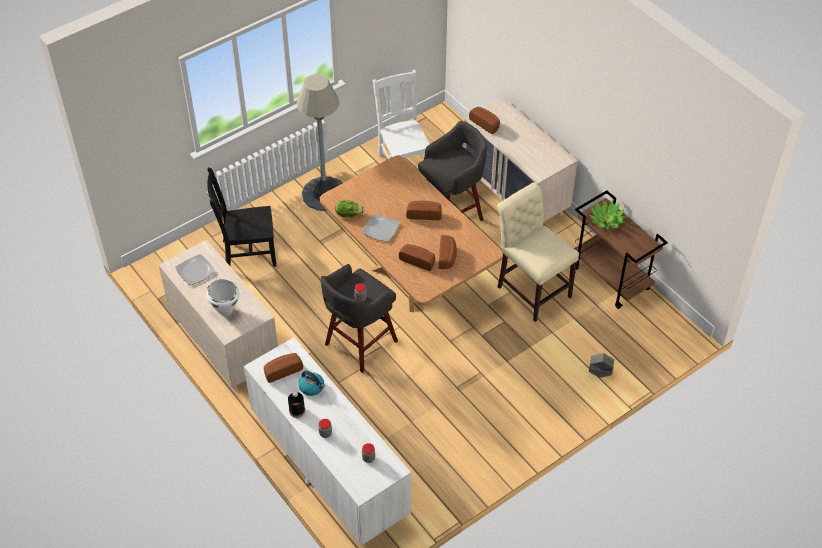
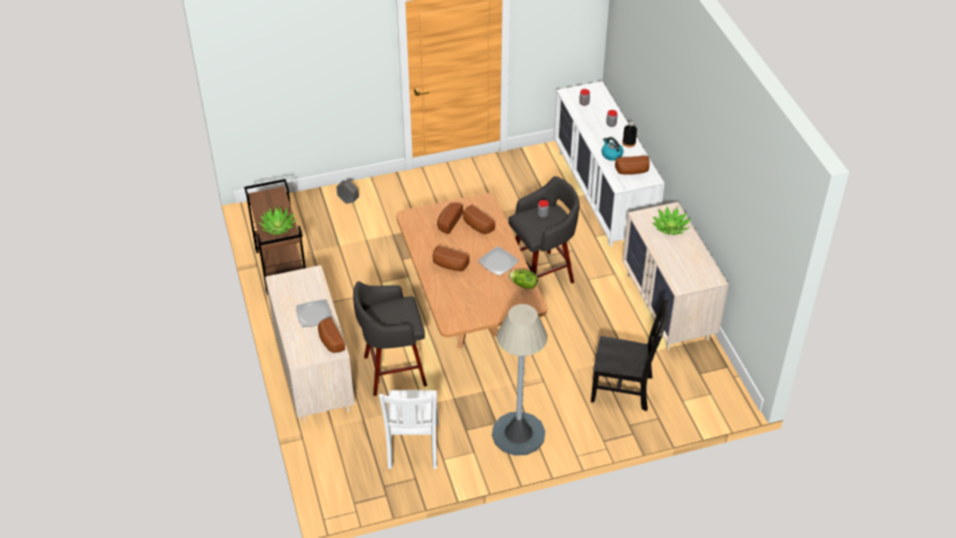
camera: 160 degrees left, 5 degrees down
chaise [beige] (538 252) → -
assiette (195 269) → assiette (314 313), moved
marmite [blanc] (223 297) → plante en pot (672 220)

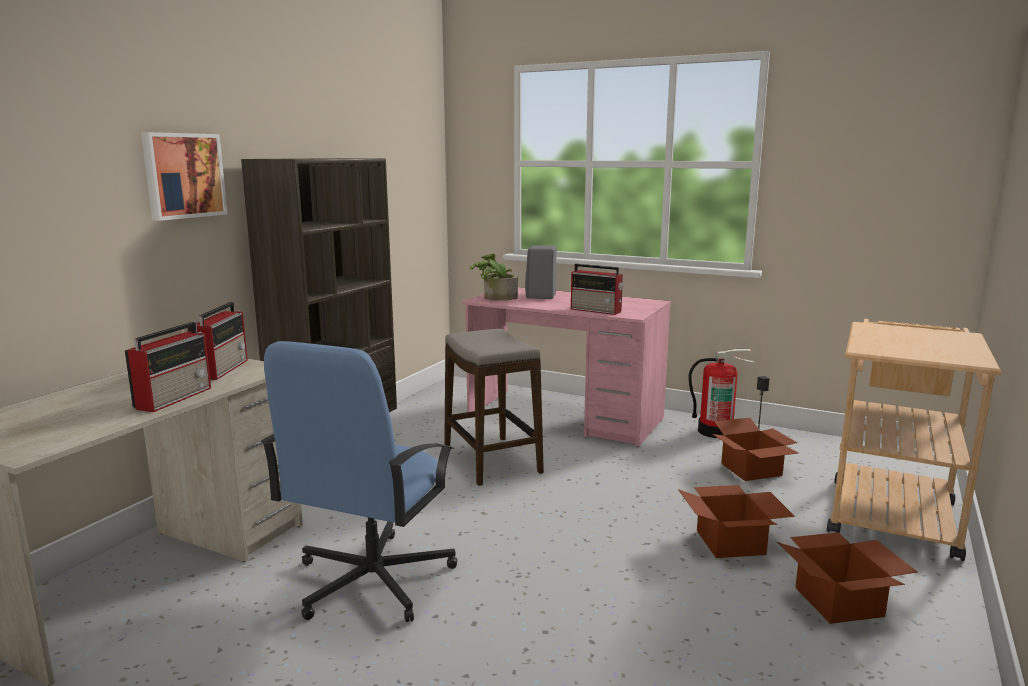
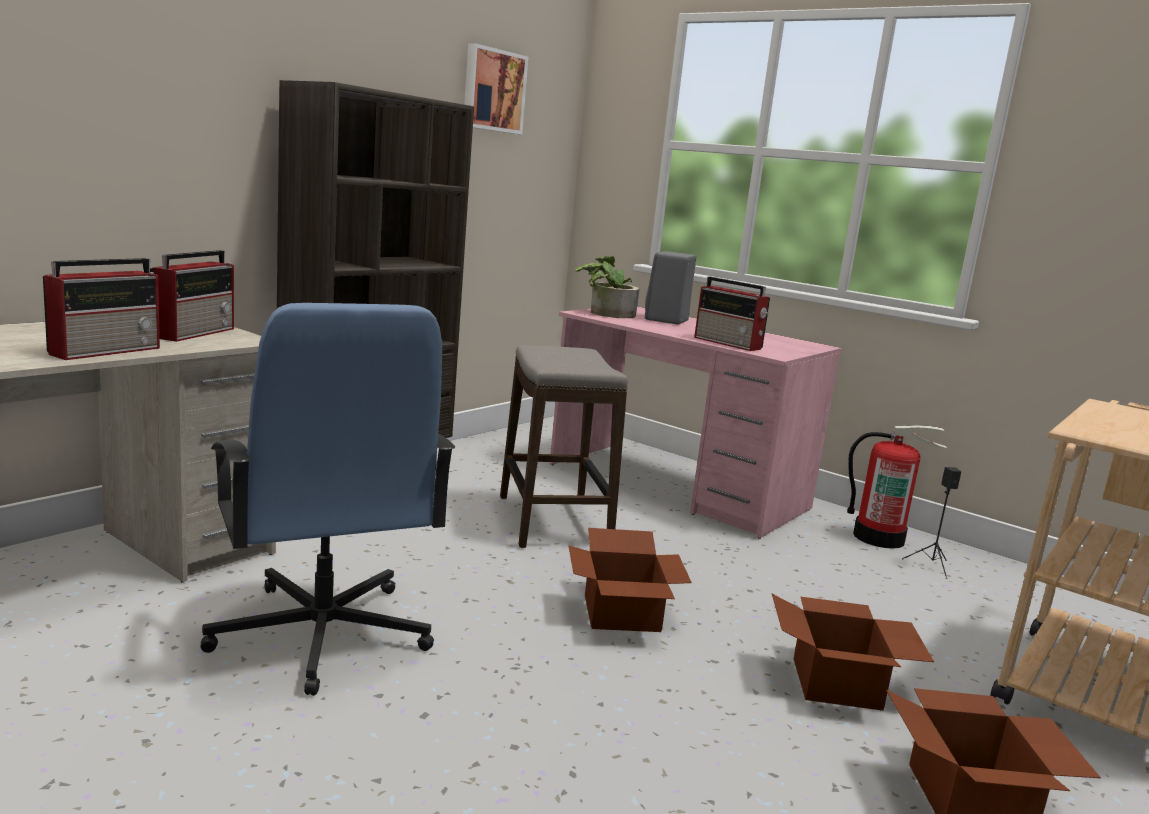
camera: 10 degrees right, 0 degrees up
tableau (184 176) → tableau (496 88), moved
chaise de bureau [bleu] (359 481) → chaise de bureau [bleu] (327 499), 60 degrees counterclockwise
carton (755 449) → carton (630 580), moved

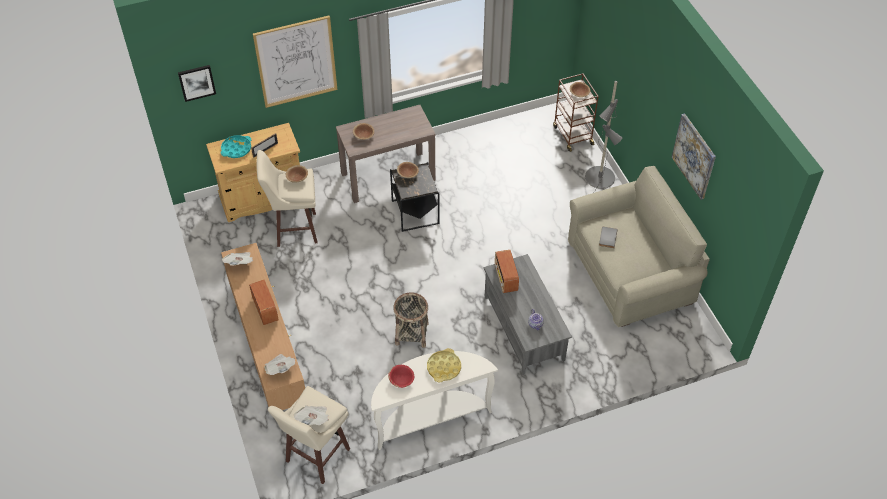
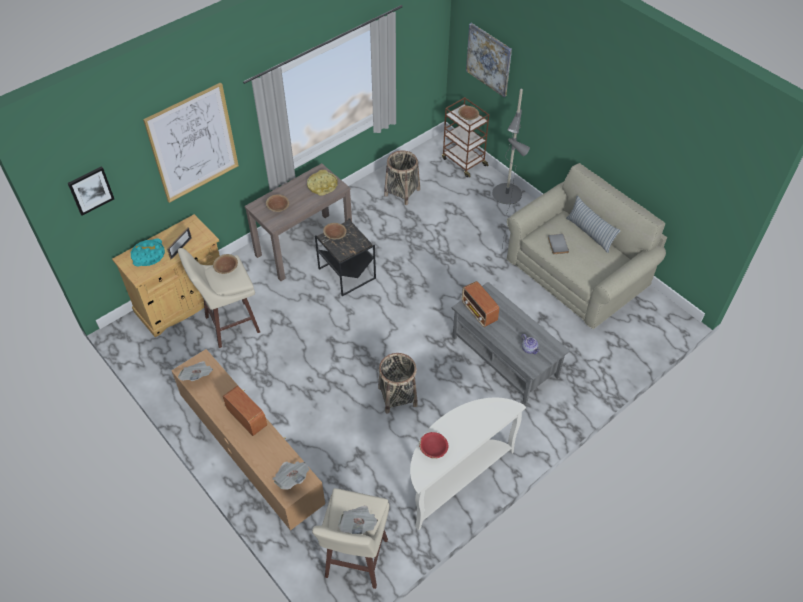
camera: 20 degrees left, 0 degrees up
tableau (694 156) → tableau (489 60), moved
plateau [jaune] (444 365) → plateau [jaune] (322 183), moved
- → panier (402 177)
- → coussin (593 224)

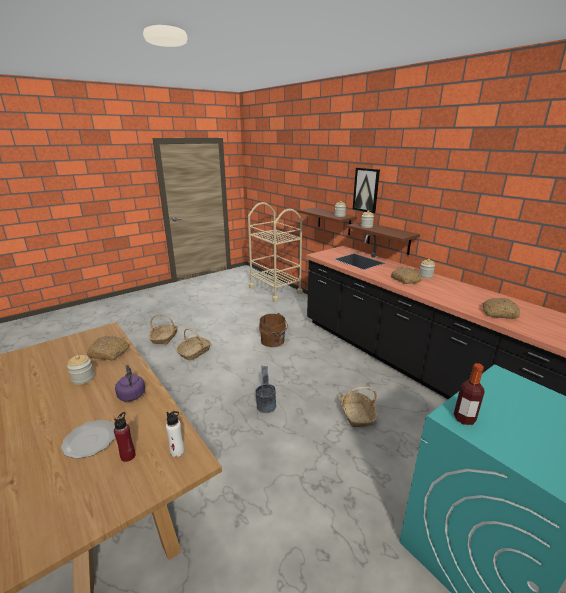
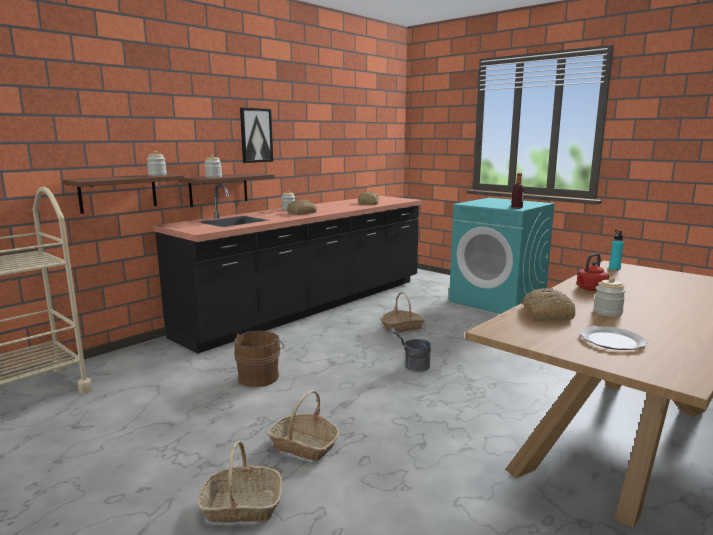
camera: 100 degrees left, 10 degrees down
tableau (366 190) → tableau (256 135), moved
bouilloire [violet] (130 383) → bouilloire [rouge] (593 272)
bouteille [blanc] (175 434) → bouteille [turquoise] (616 250)
bouteille [rouge] (124 437) → -
assiette (88 439) → assiette (613 338), moved

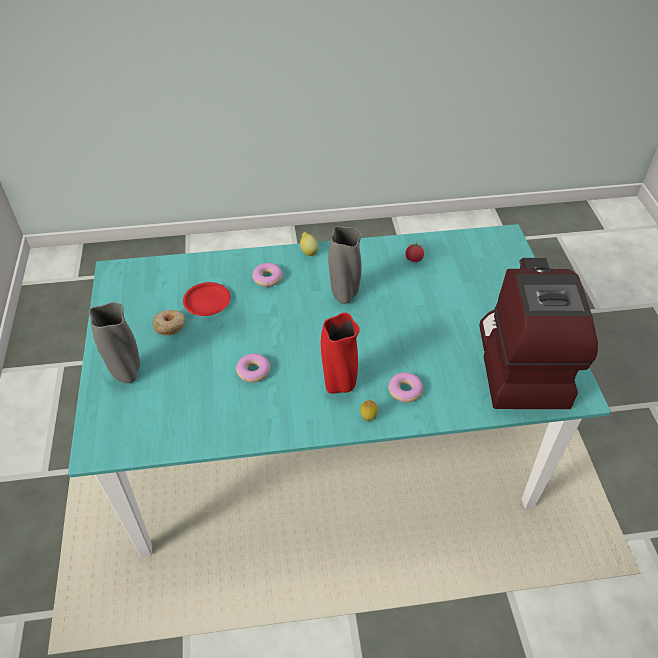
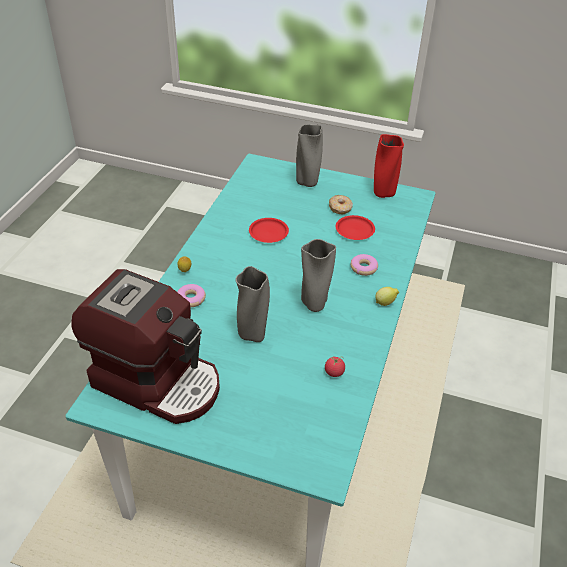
camera: 115 degrees right, 5 degrees down
vase [rouge] (340 353) → vase [rouge] (389 166), moved
beignet (253 368) → assiette [rouge] (269 230)
- → vase [gris] (252 304)

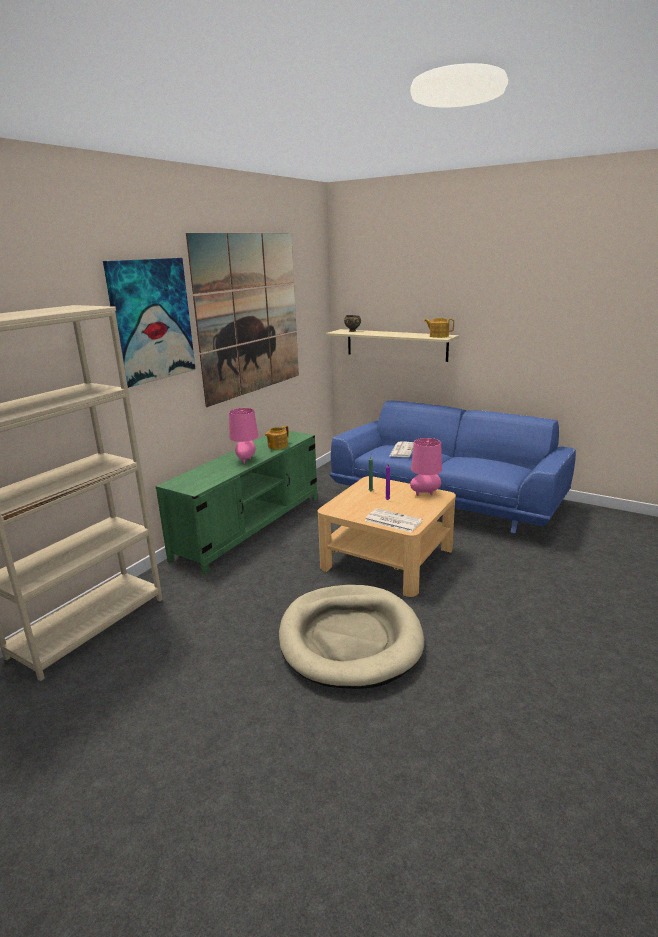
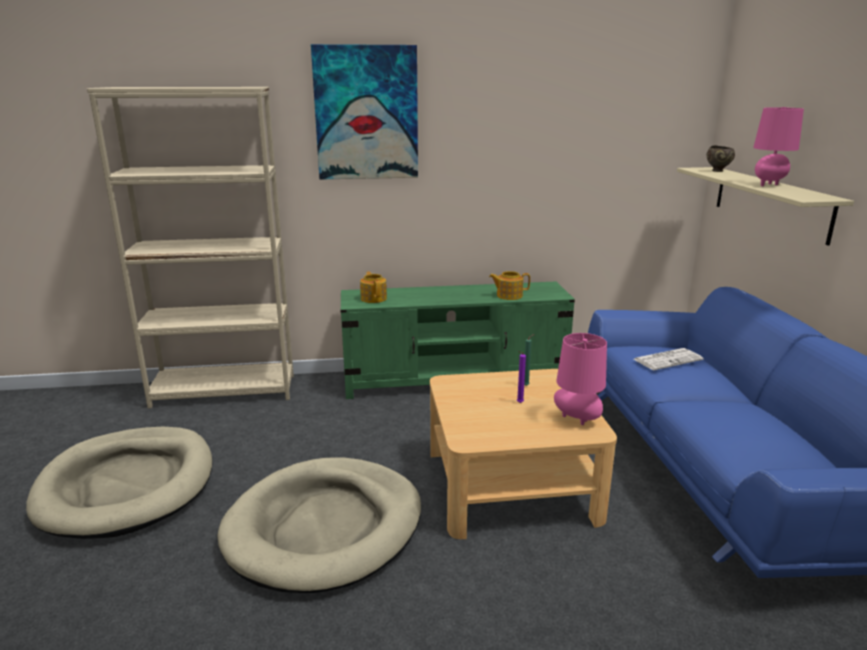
camera: 50 degrees right, 0 degrees up
tableau (242 320) → -
théière (439 328) → théière (373 287), moved
lampe de table [rose] (243 436) → lampe de table [rose] (778 146), moved
journal (393 520) → -
- → panier pour chien [beige] (119 483)

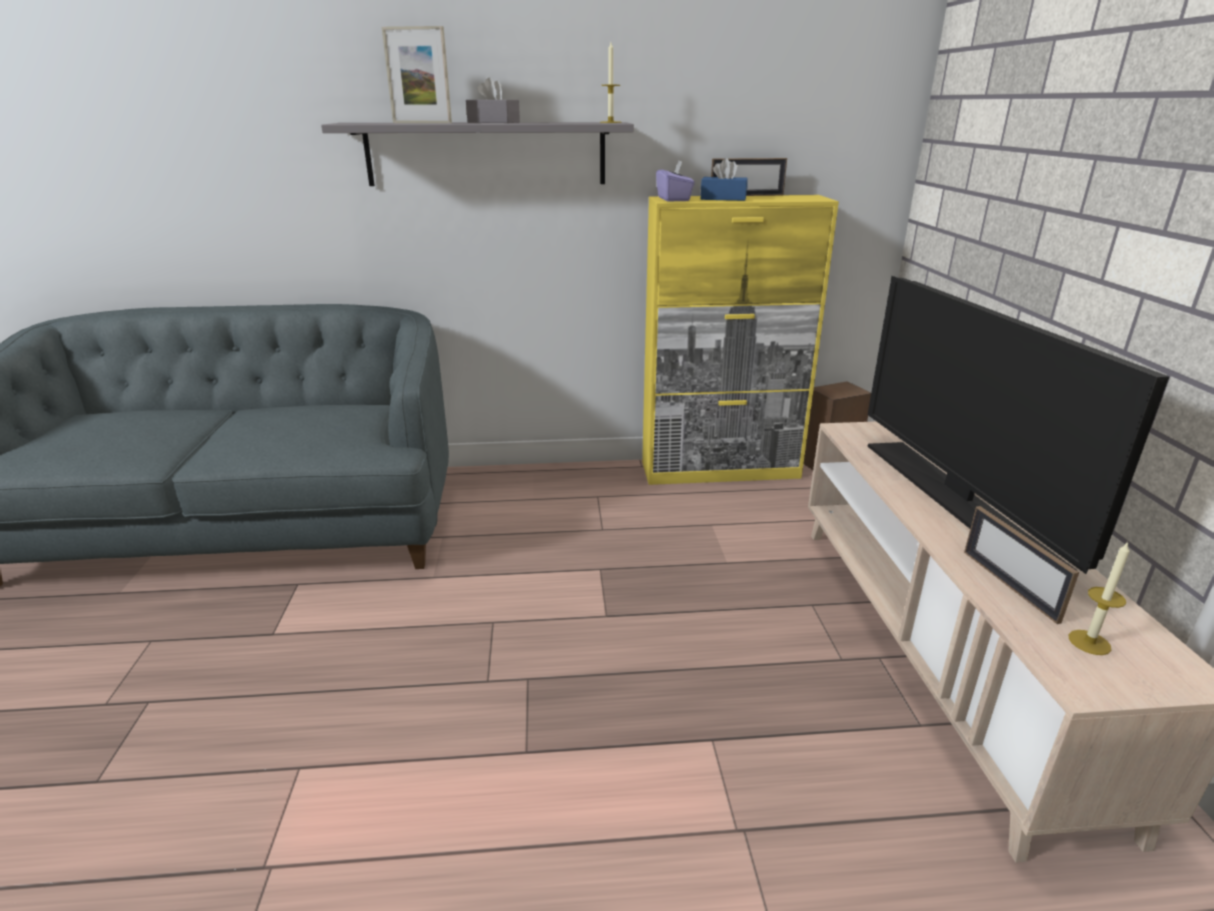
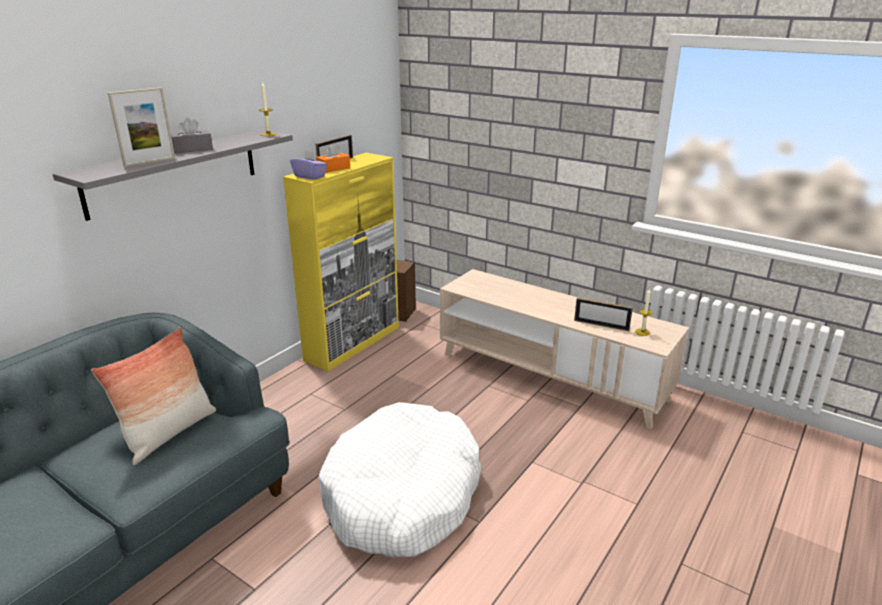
camera: 50 degrees left, 0 degrees up
boîte à mouchoirs [bleu] (724 179) → boîte à mouchoirs [orange] (333 158)
téléviseur (1018 425) → -
- → coussin (153 396)
- → panier pour chien [blanc] (400 479)

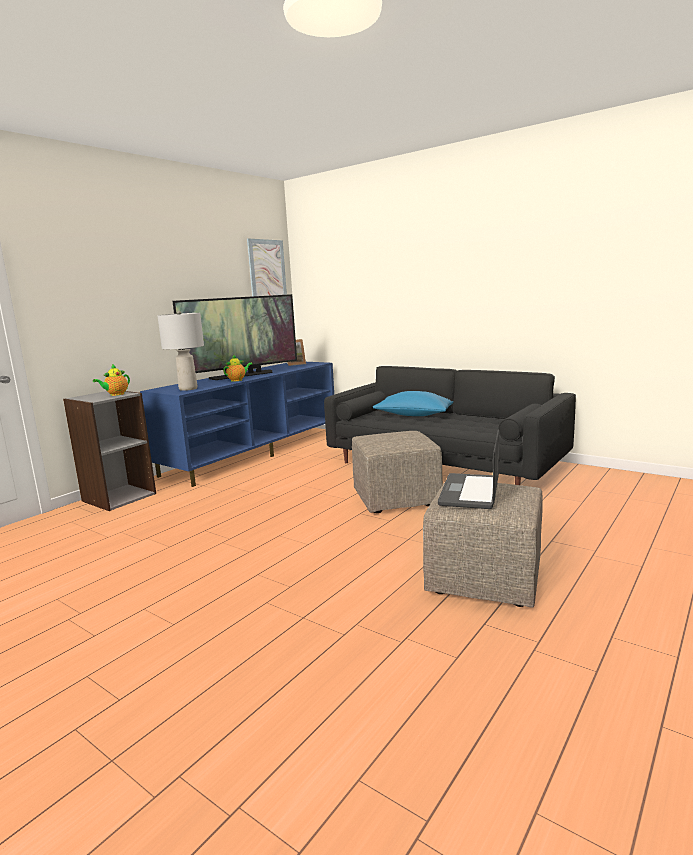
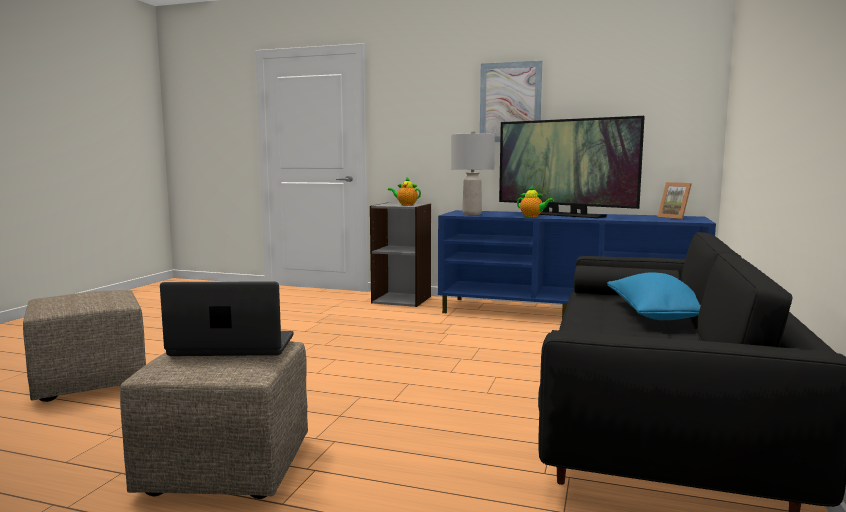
camera: 70 degrees right, 5 degrees down
tableau (267 267) → tableau (511 101), moved
pouf [beige] (397 472) → pouf [beige] (84 346), moved

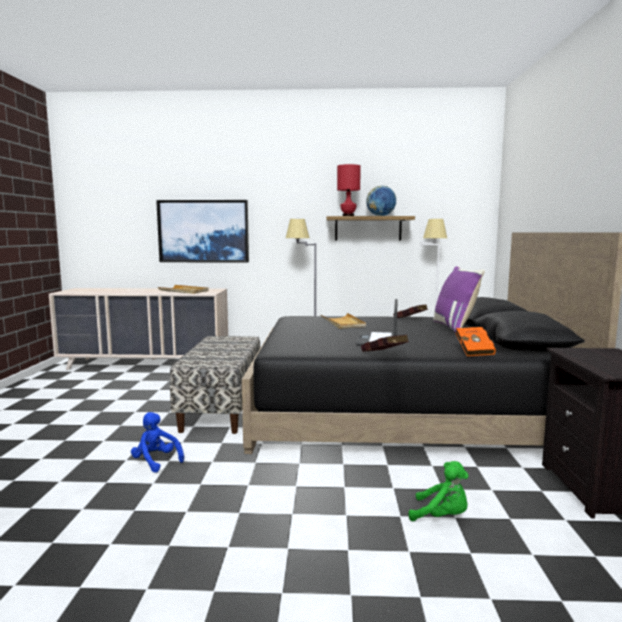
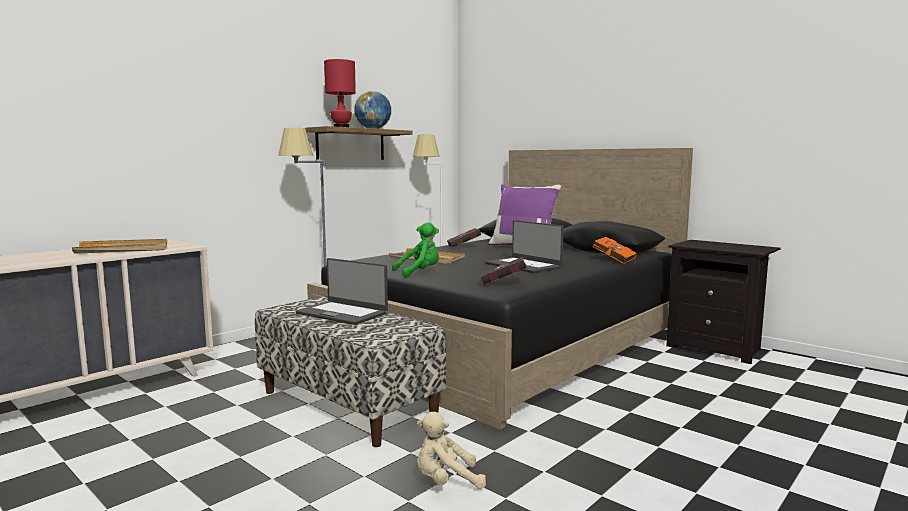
camera: 50 degrees left, 0 degrees up
tableau (202 231) → -
livre [rouge] (385 343) → livre [rouge] (507 271), moved
peluche [bleu] (157 442) → peluche [beige] (451 450)
peluche [vert] (439 491) → peluche [vert] (415 250), moved
- → ordinateur portable (342 291)

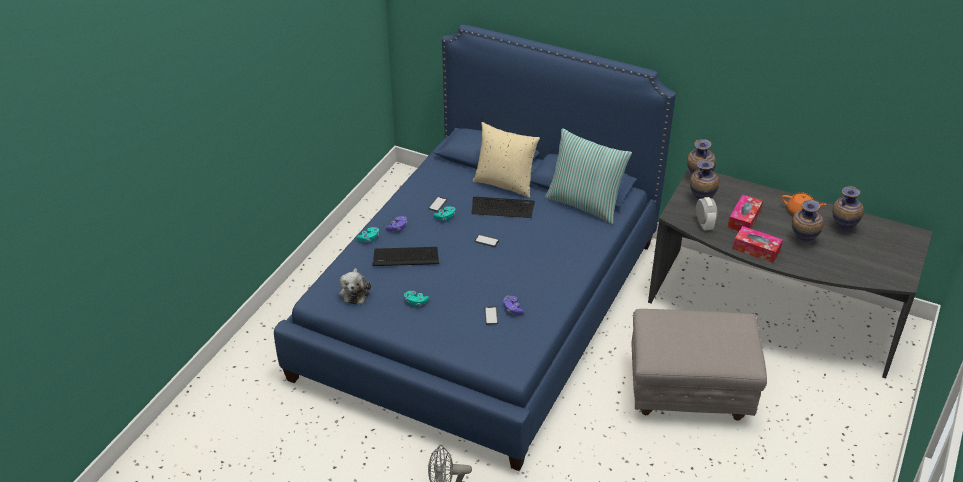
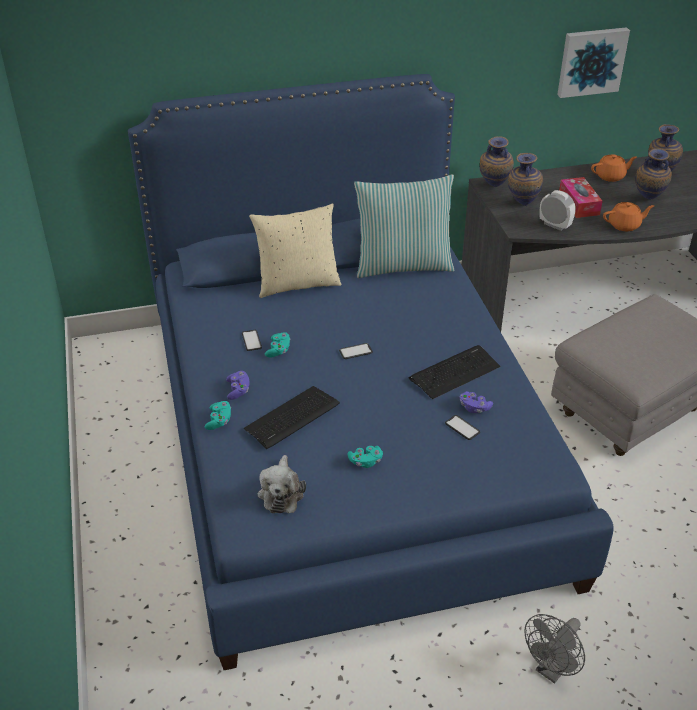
camera: 40 degrees left, 0 degrees up
clavier (503 207) → clavier (454 372), moved
boîte à mouchoirs (758 244) → théière [orange] (628 216)
peluche (355 286) → peluche (282 484), 45 degrees clockwise
- → tableau (593 62)

